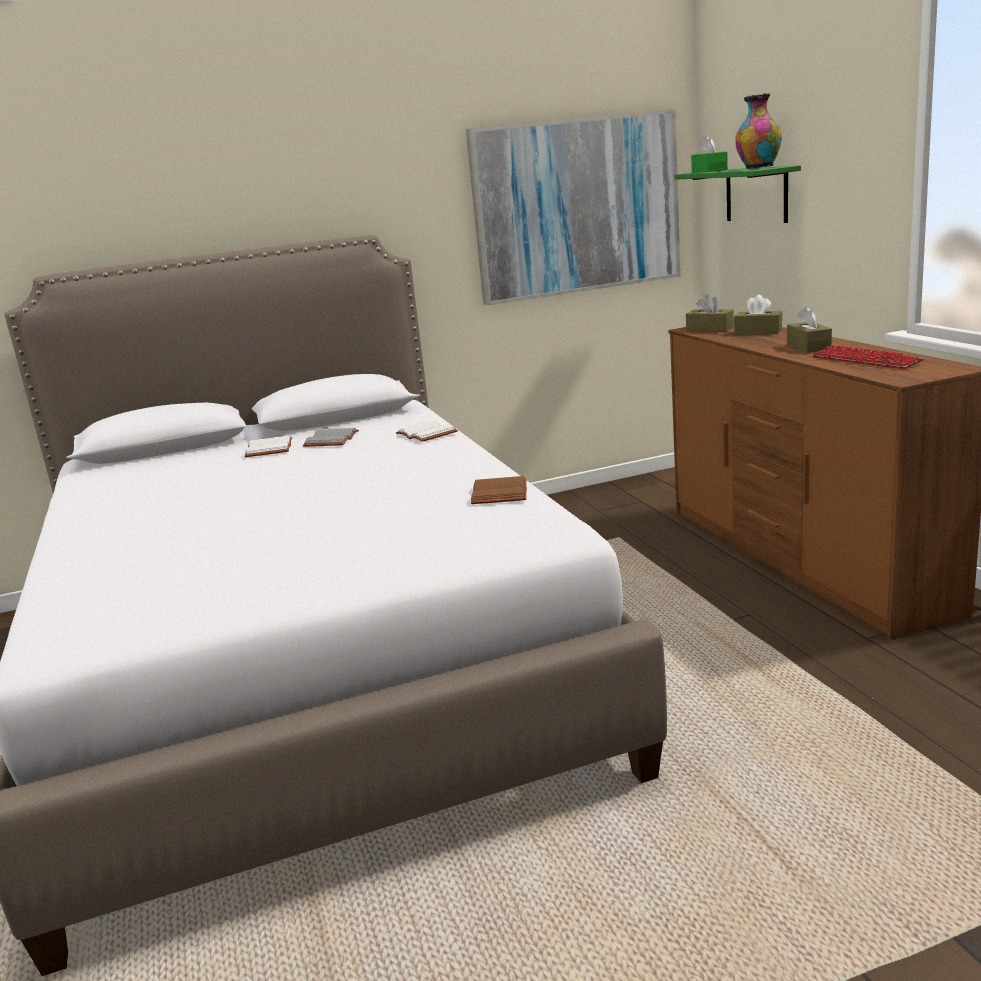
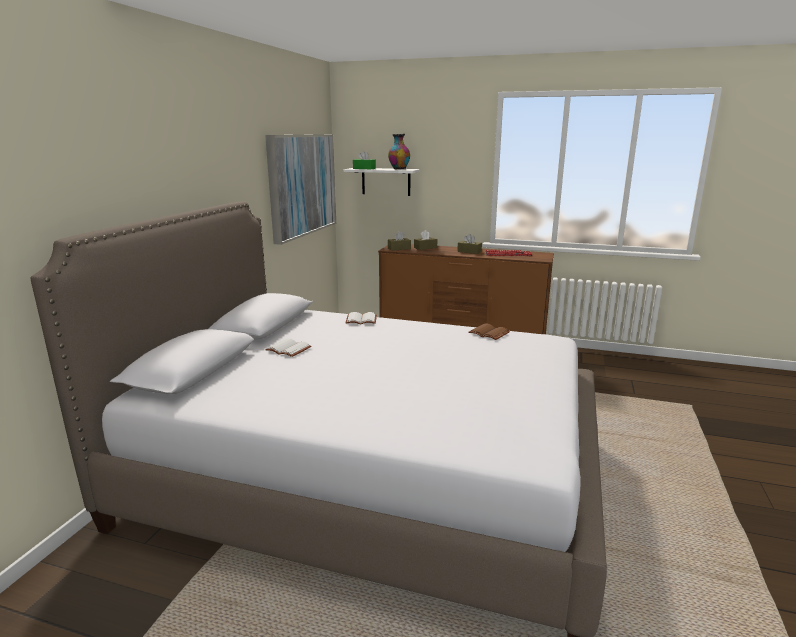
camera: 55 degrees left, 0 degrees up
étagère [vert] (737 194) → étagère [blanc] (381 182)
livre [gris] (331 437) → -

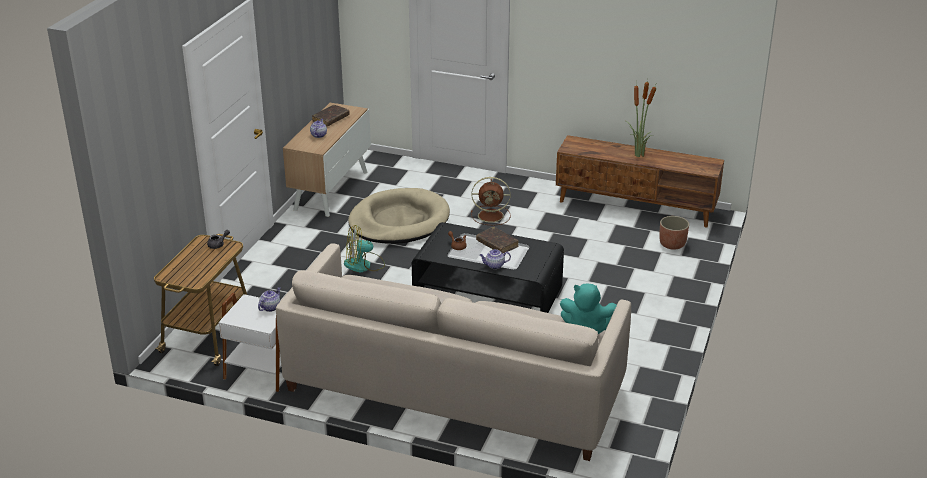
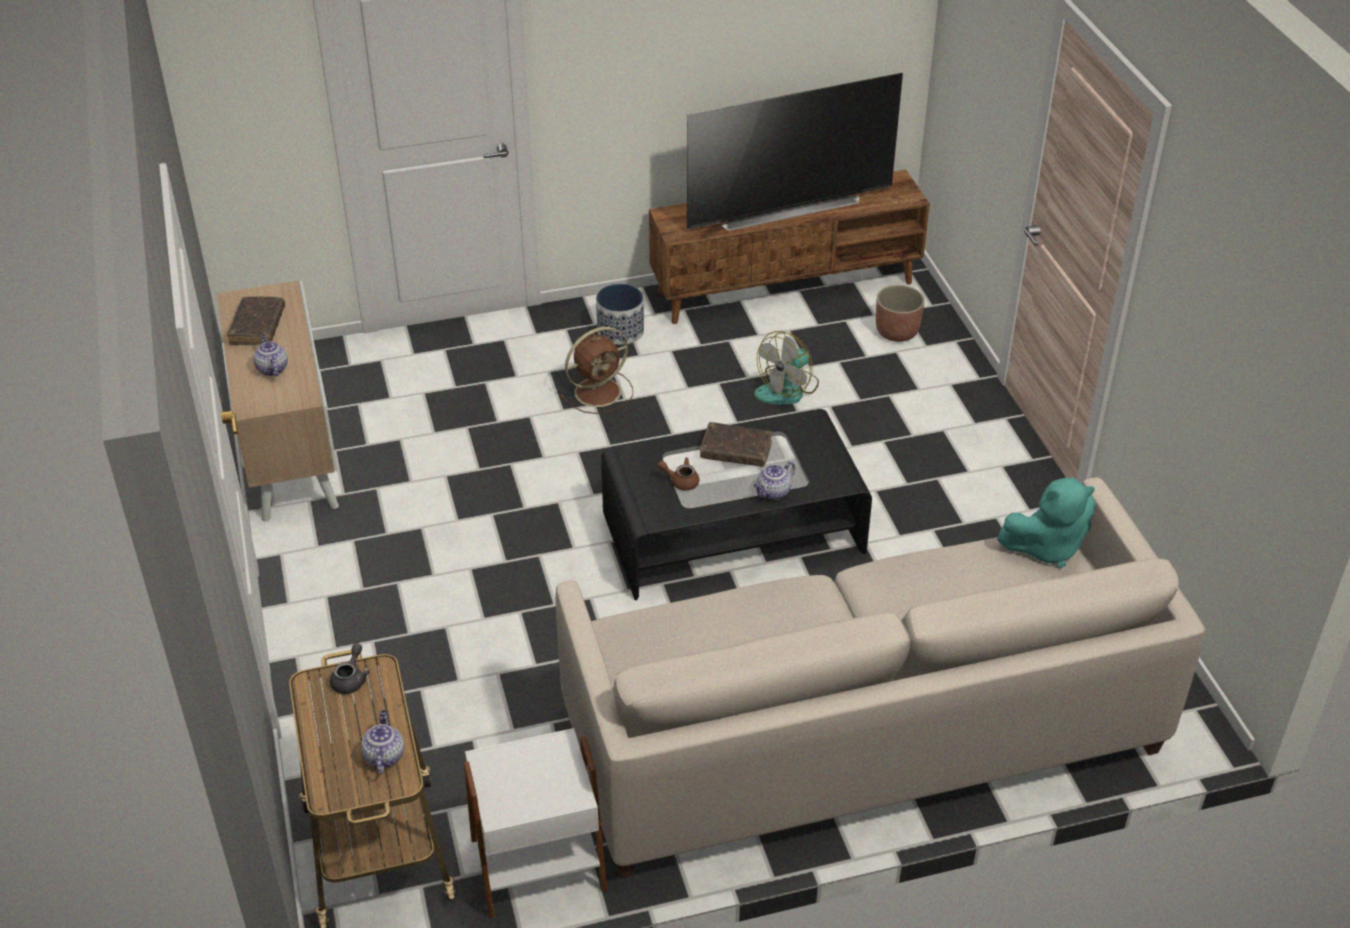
camera: 35 degrees left, 10 degrees up
plante en pot (641 118) → téléviseur (795 152)
panier pour chien [beige] (399 216) → -
ventilateur (364 248) → ventilateur (786 368), moved
théière (269 299) → théière (382 742), moved
- → cache-pot (620 314)

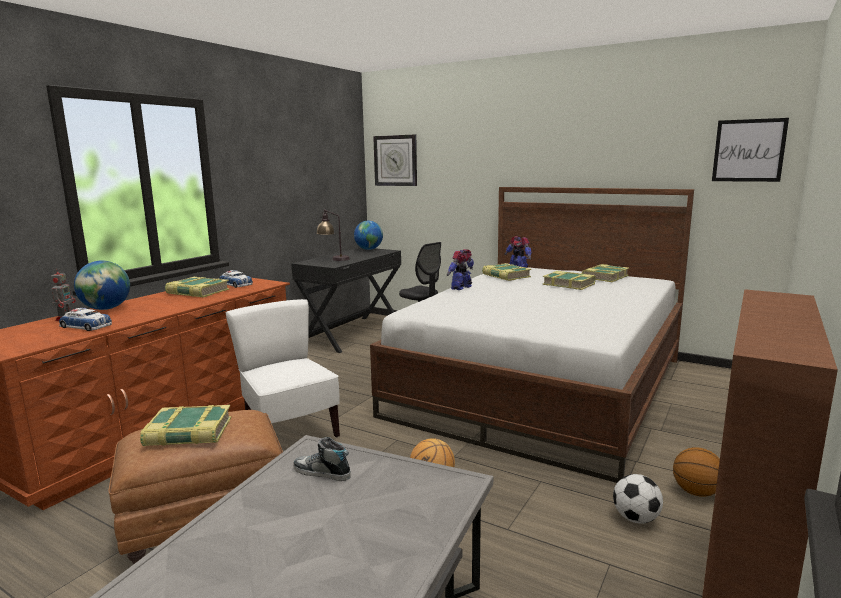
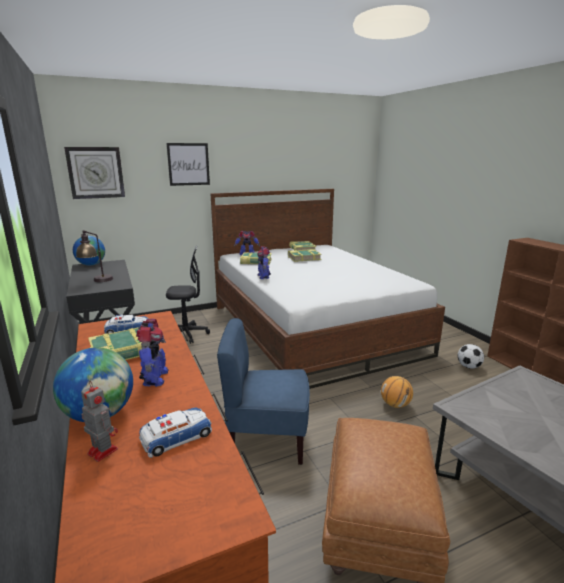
camera: 55 degrees left, 5 degrees up
tableau (750 150) → tableau (188 164), moved
chaise [blanc] (283 368) → chaise [bleu] (263 391)
livre (186 425) → -
chaussure (322 459) → -
ballon de basket (696 472) → -
- → robot jouet (152 353)

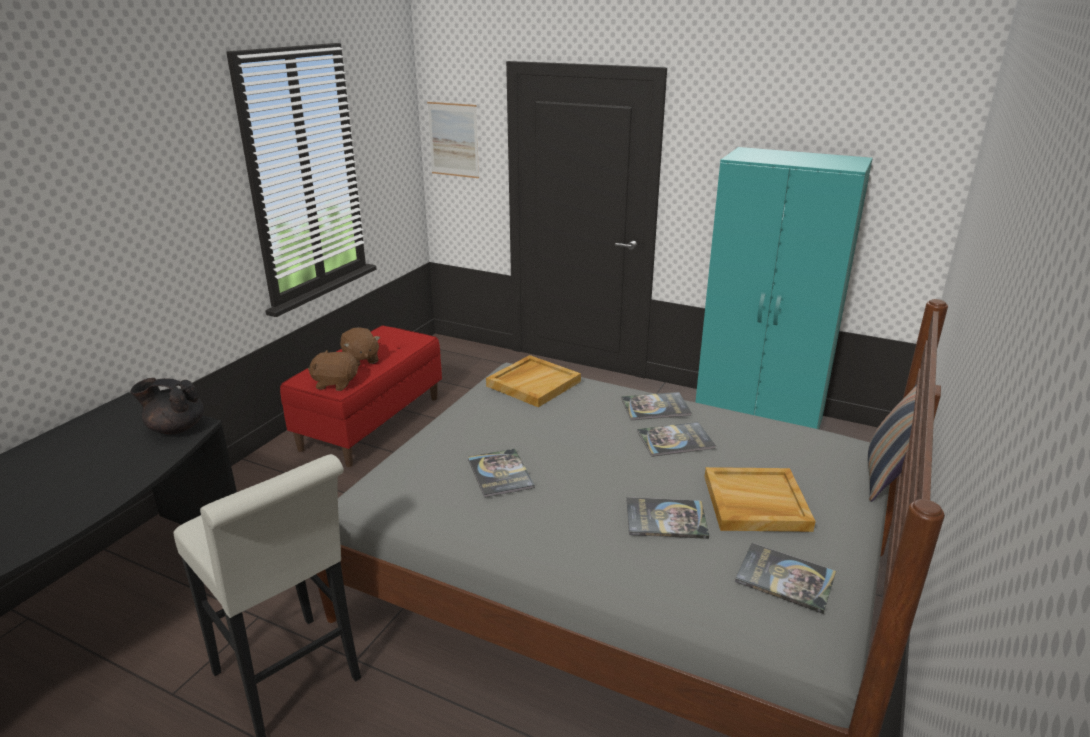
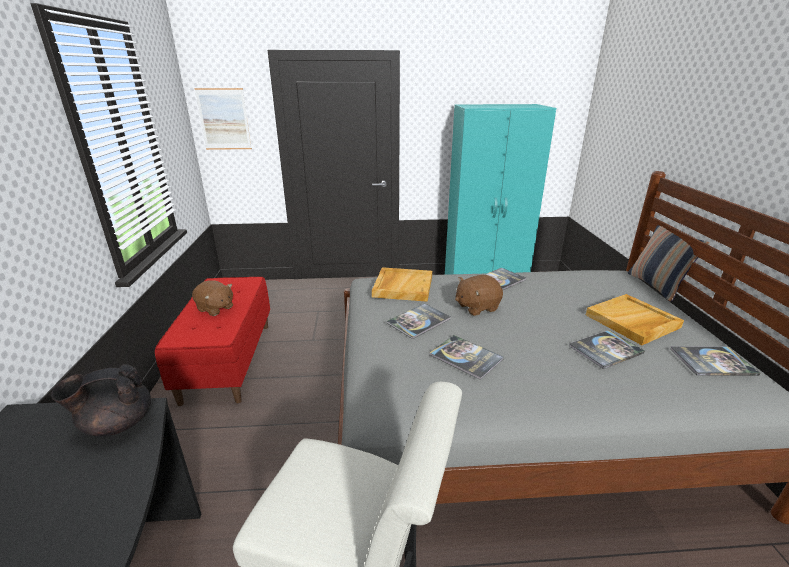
camera: 30 degrees left, 0 degrees up
peluche [marron] (333 370) → peluche [marron] (479 295), moved
livre (676 439) → livre (418 321), moved

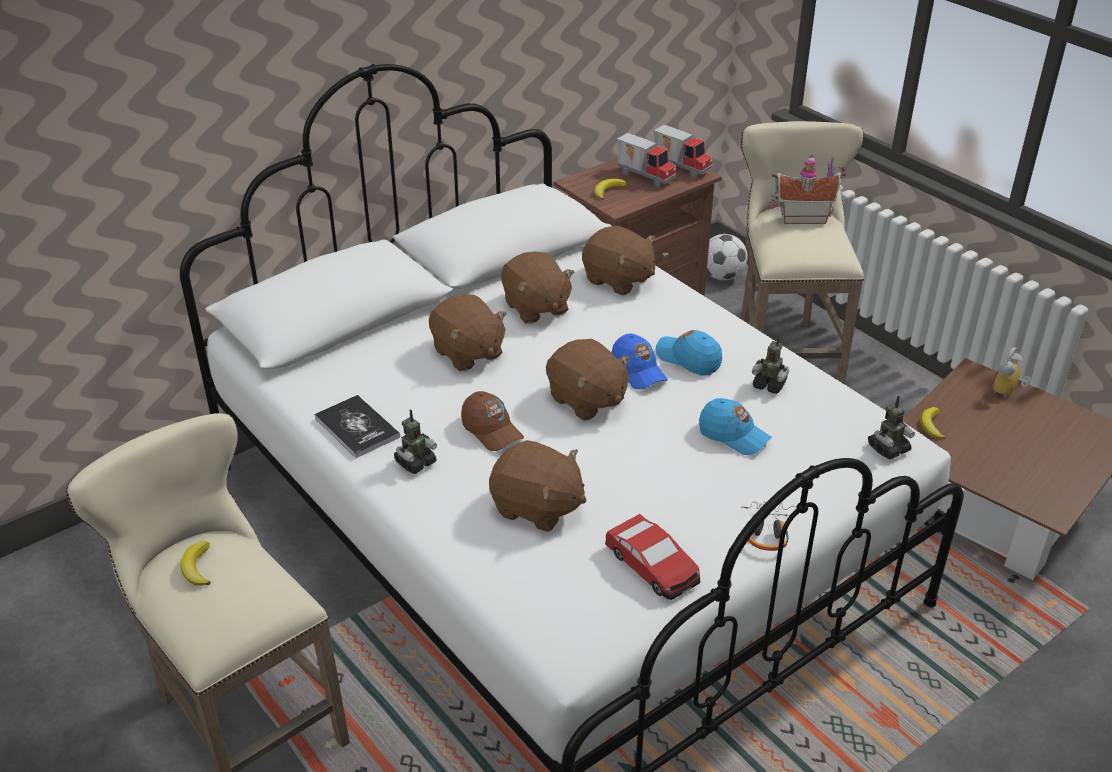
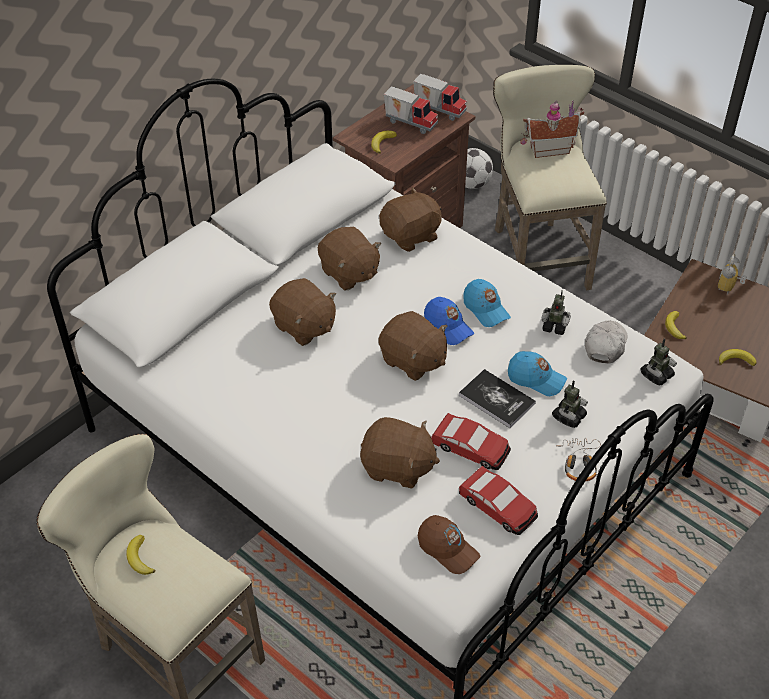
camera: 10 degrees left, 10 degrees up
peluche [marron] (618 260) → peluche [marron] (410 219), 60 degrees counterclockwise
casquette [bleu] (688 352) → casquette [bleu] (487 303), 150 degrees counterclockwise
casquette [marron] (492 421) → casquette [marron] (449 544), moved
livre (357 426) → livre (497 398), moved
robot jouet (415 441) → robot jouet (570 404), moved
- → casquette [blanc] (606 342)
- → banane (738 357)
- → petite voiture (471 441)

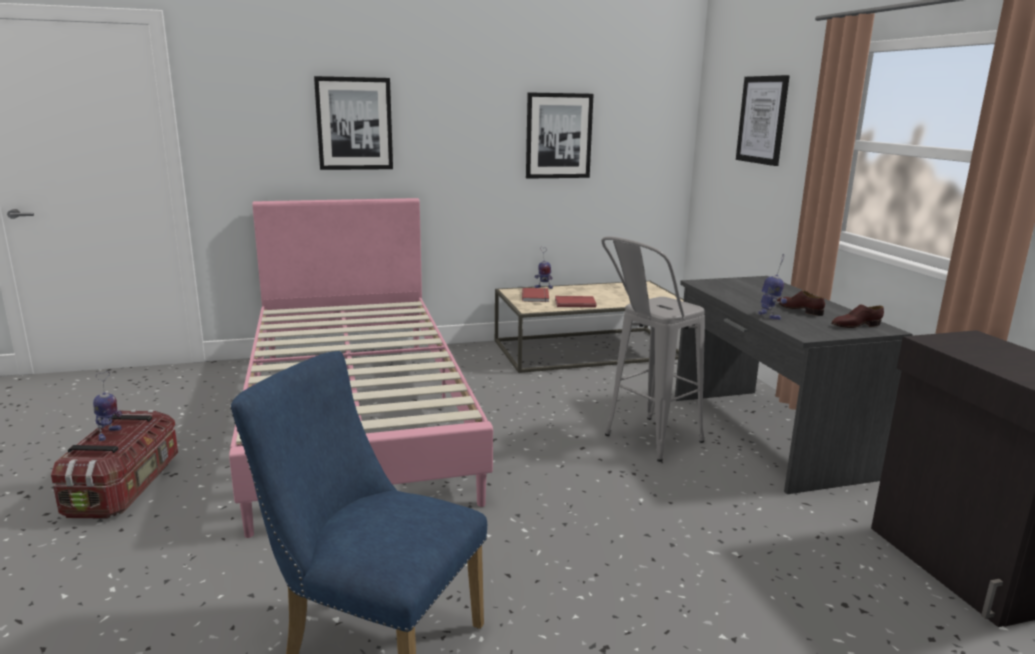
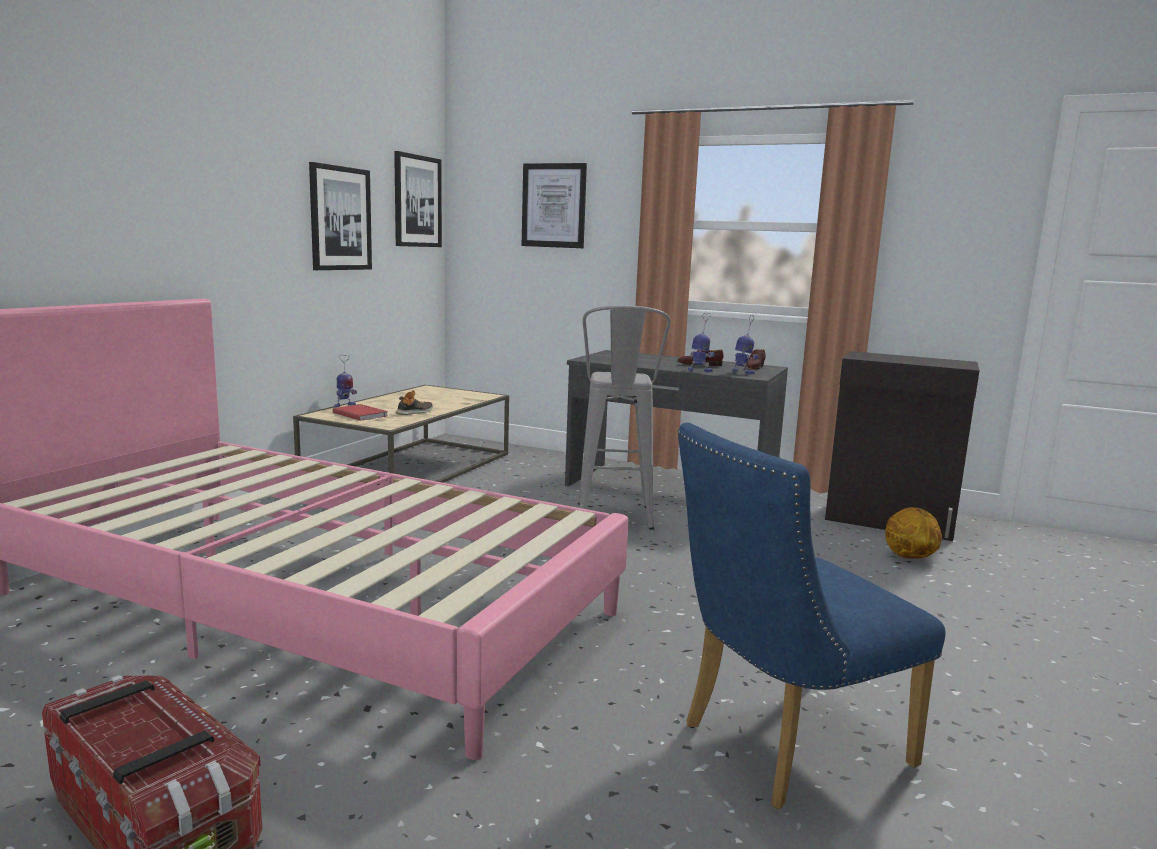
camera: 50 degrees left, 5 degrees down
tableau (353 123) → tableau (418 199), moved
livre [rouge] (575 302) → chaussure (414 402)
robot jouet (107 406) → robot jouet (745 344), moved
- → ballon de basket (913 533)

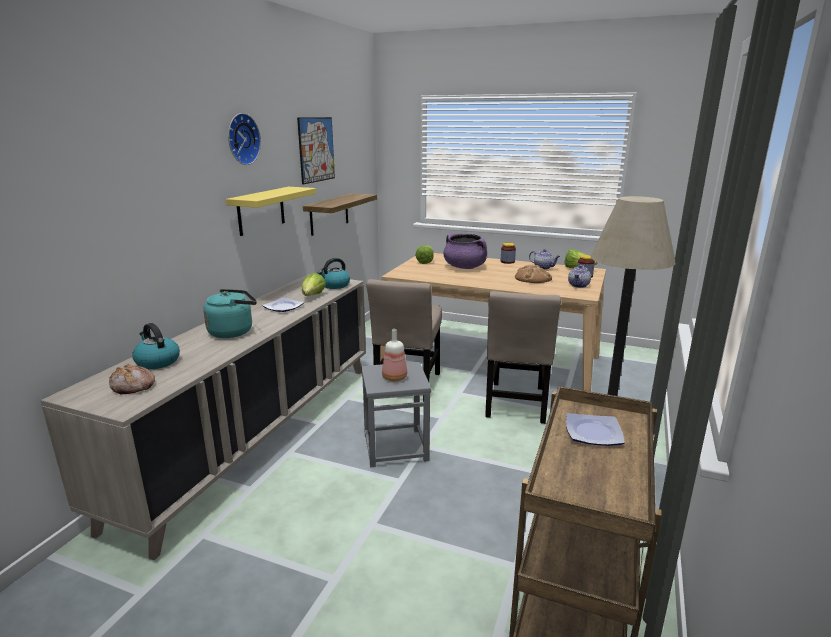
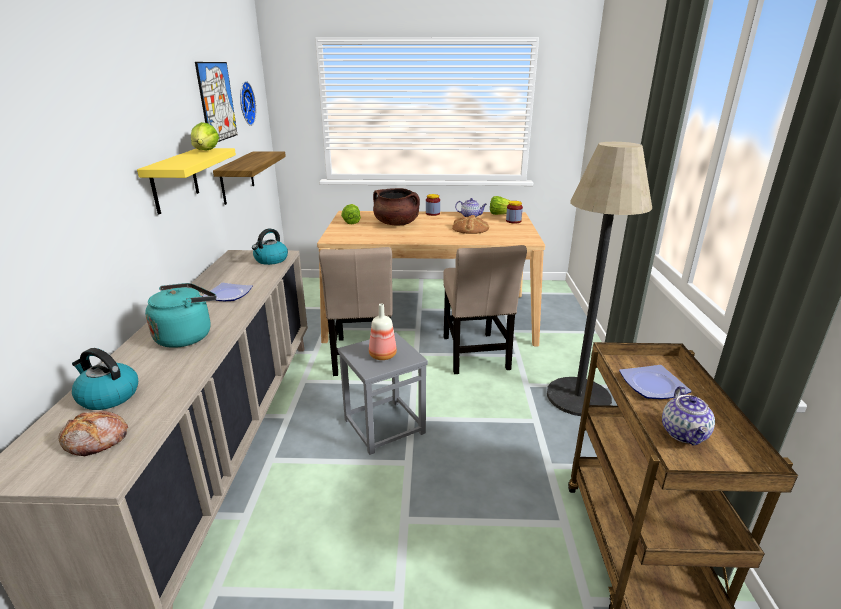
camera: 20 degrees left, 5 degrees up
horloge murale (244 139) → horloge murale (248 103), moved
marmite [violet] (465 251) → marmite [marron] (396 206)
théière (579 276) → théière (688 416), moved
laitue (314 284) → laitue (205 136), moved

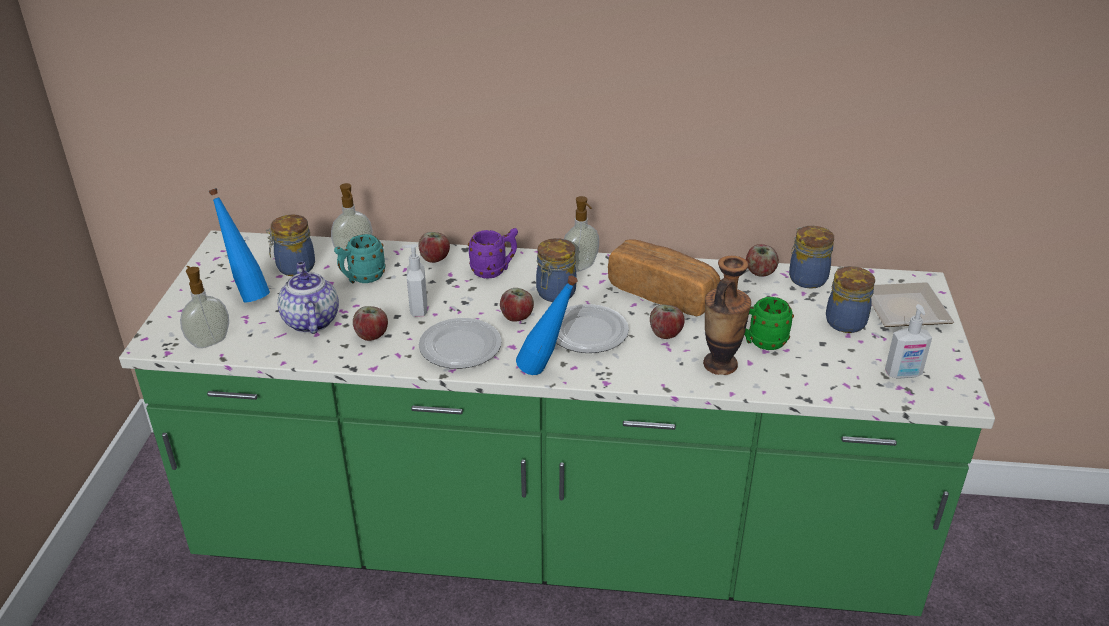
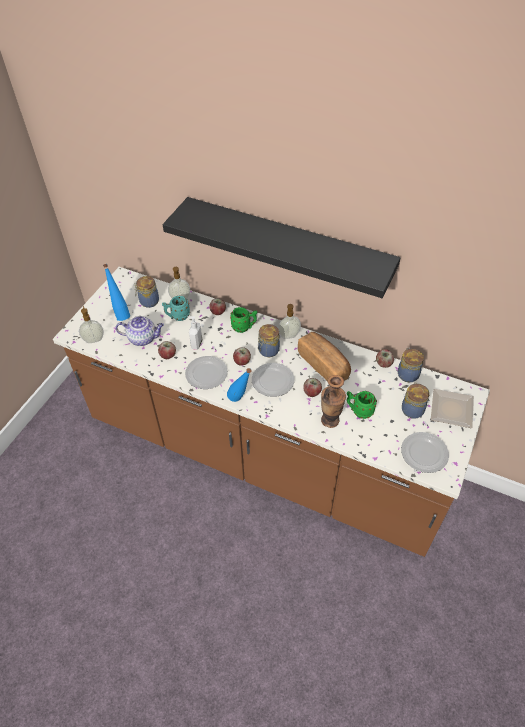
camera: 20 degrees right, 15 degrees up
mug [violet] (493 253) → mug [vert] (243 320)
comptoir de cuisine [vert] (557 423) → comptoir de cuisine [marron] (271 412)
théière (308 298) → théière (139 331), 90 degrees clockwise
distributeur de savon (908 341) → assiette (425 452)
- → étagère [noir] (282 247)

